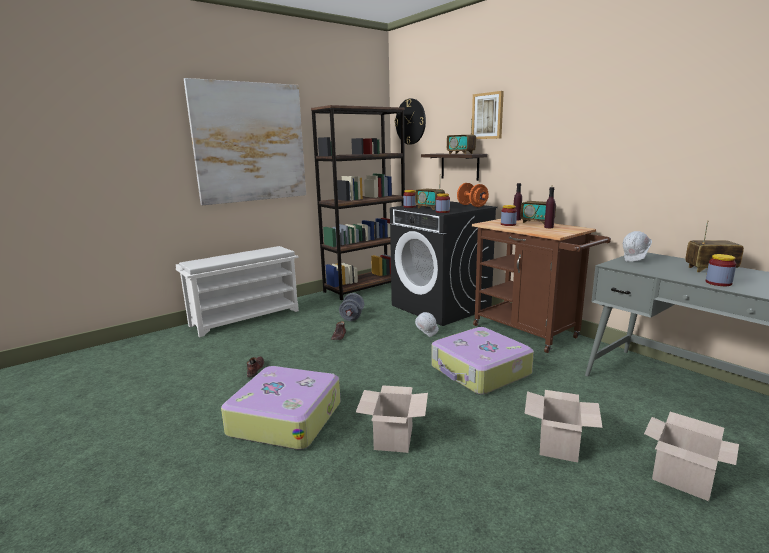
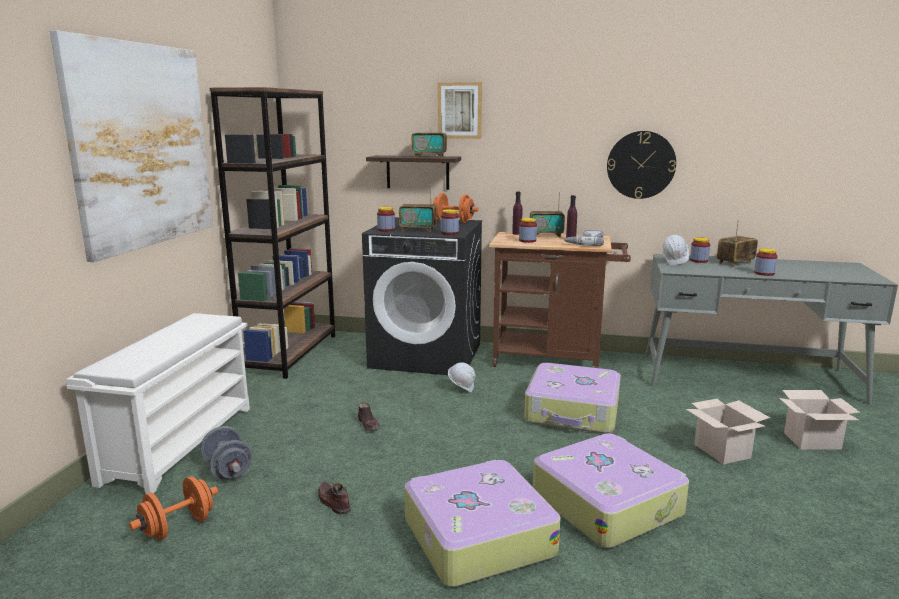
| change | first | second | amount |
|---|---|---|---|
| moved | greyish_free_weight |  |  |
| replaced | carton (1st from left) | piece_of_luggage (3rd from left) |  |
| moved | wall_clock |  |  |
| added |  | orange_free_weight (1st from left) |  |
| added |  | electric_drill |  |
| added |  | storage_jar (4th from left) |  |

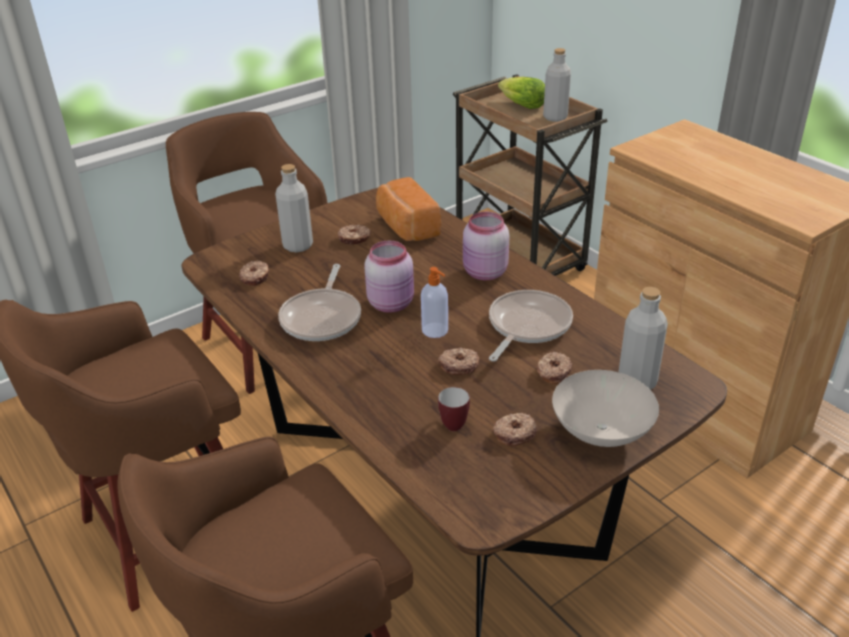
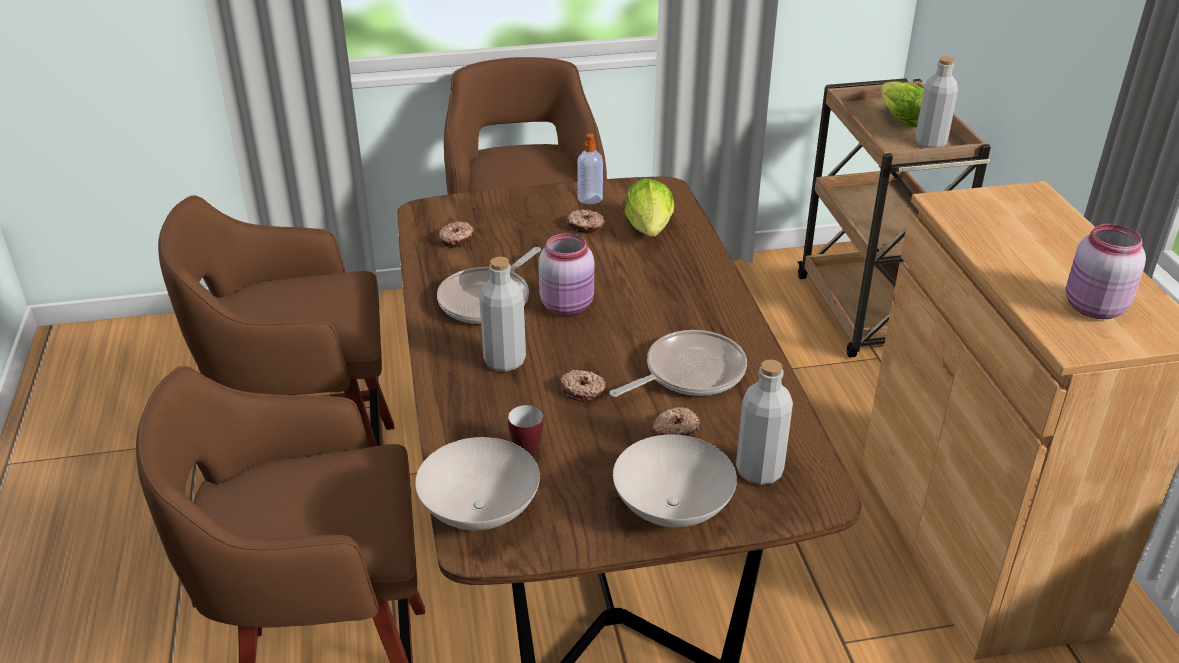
| change | first | second | amount |
|---|---|---|---|
| moved | greyish_beverage_bottle (1st from left) |  |  |
| replaced | baked_bread | lettuce_head (1st from left) |  |
| moved | soap_bottle |  |  |
| moved | pink-coloured_storage_jar (2nd from left) |  |  |
| removed | ring_doughnut (4th from left) |  |  |
| added |  | white-coloured_bowl (1st from left) |  |

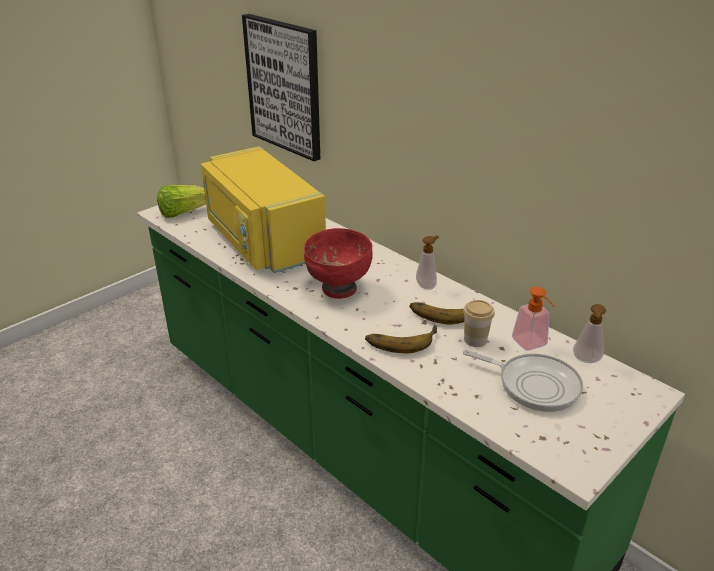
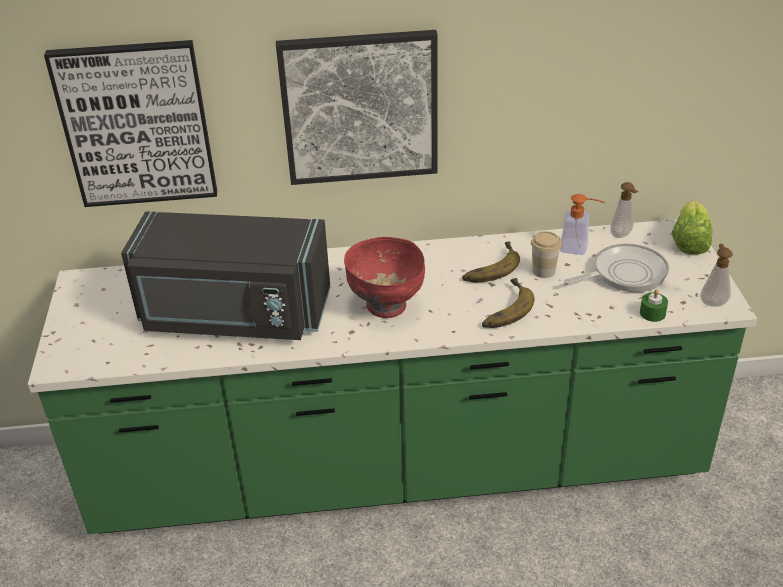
| change | first | second | amount |
|---|---|---|---|
| moved | lettuce_head |  |  |
| recoloured | yellowish_kitchen_microwave | black_kitchen_microwave |  |
| moved | soap_bottle (1st from left in the first image) | soap_bottle (3rd from left) |  |
| added |  | wall_art (2nd from left) |  |
| added |  | green-coloured_candle |  |

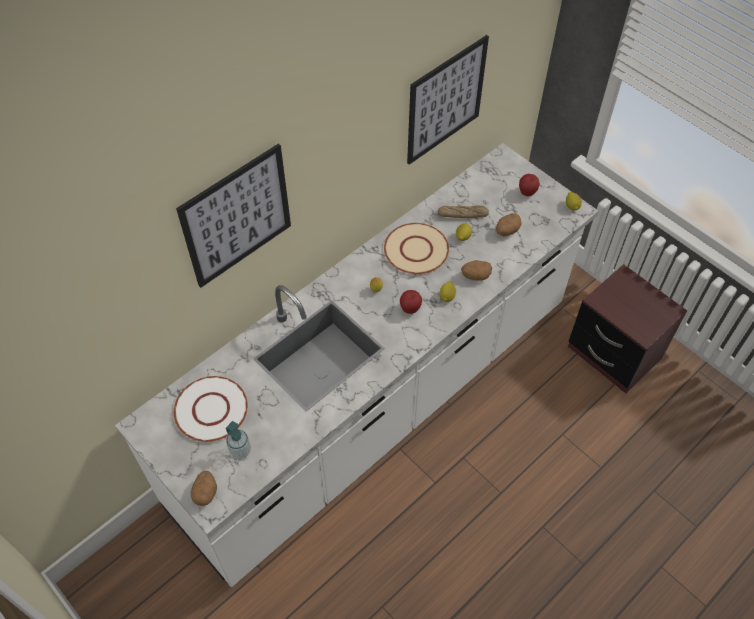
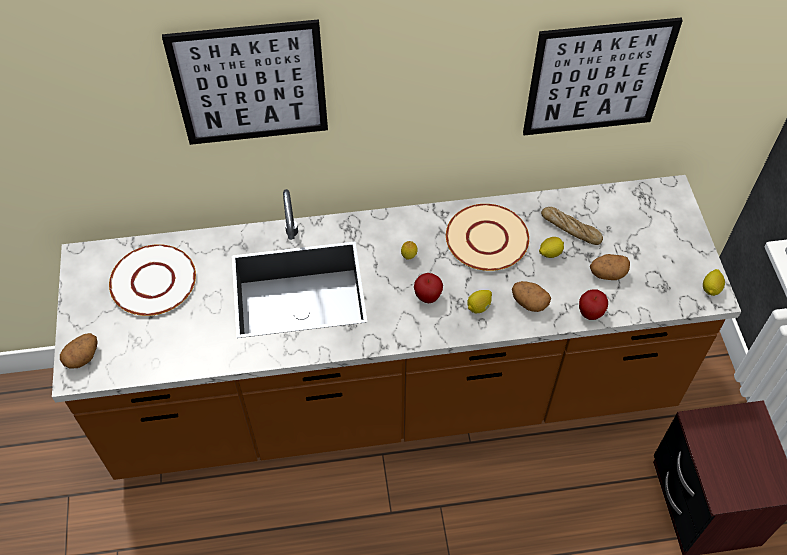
| change | first | second | amount |
|---|---|---|---|
| recoloured | white-coloured_counter | brown_counter |  |
| removed | soap_bottle |  |  |
| moved | whole_apple (2nd from left) |  |  |

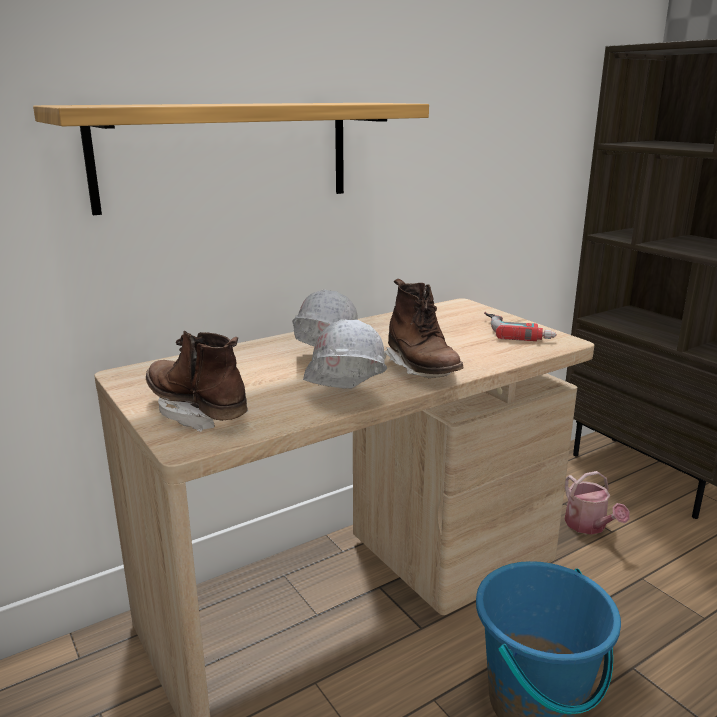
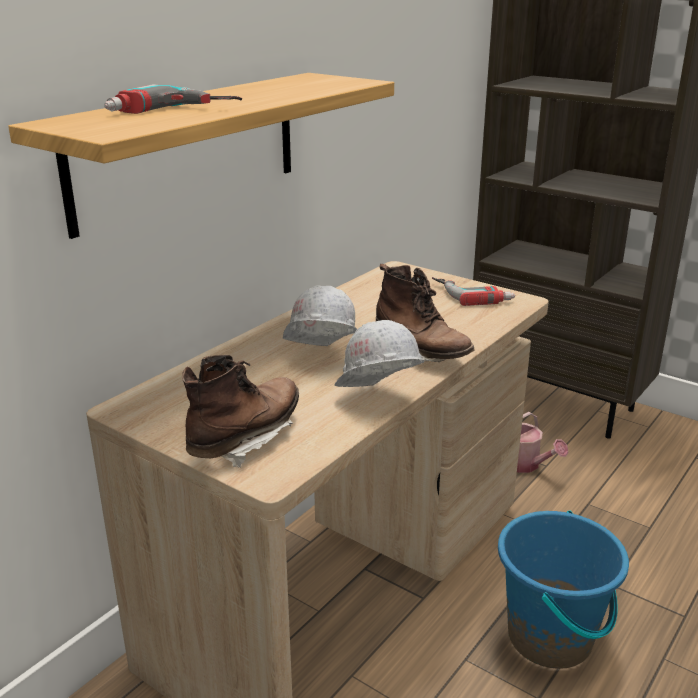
| change | first | second | amount |
|---|---|---|---|
| turned | brown_tall_boot (1st from left) |  | 105 degrees clockwise |
| added |  | electric_drill (1st from left) |  |

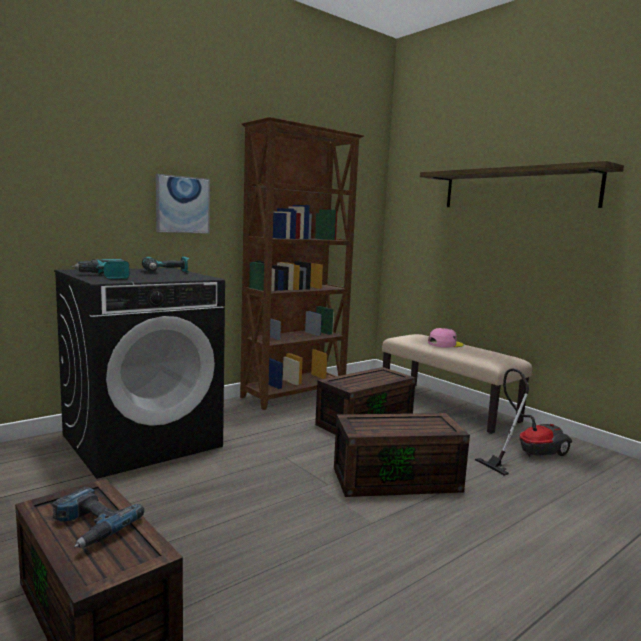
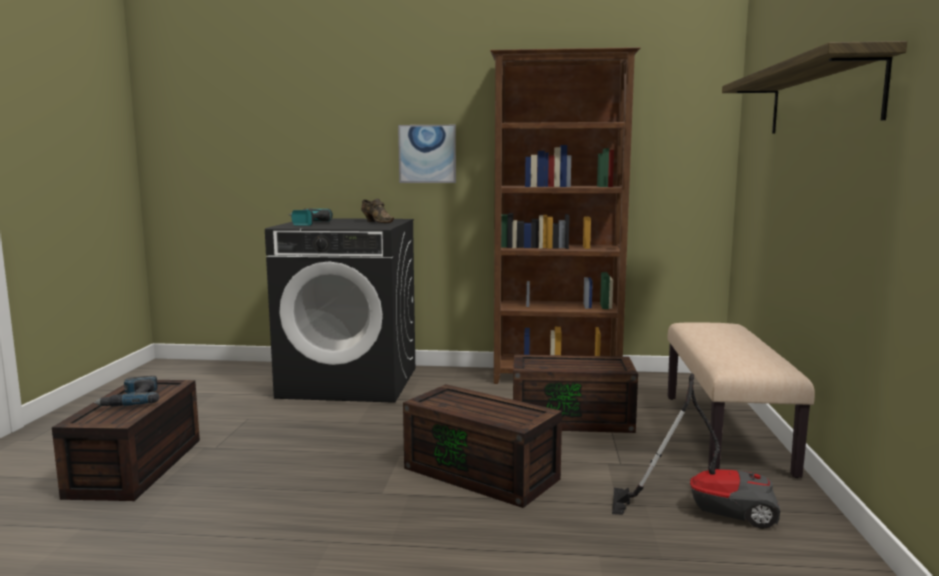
| change | first | second | amount |
|---|---|---|---|
| replaced | electric_drill (3rd from left) | brown_item_of_footwear |  |
| removed | pink-coloured_baseball_cap |  |  |

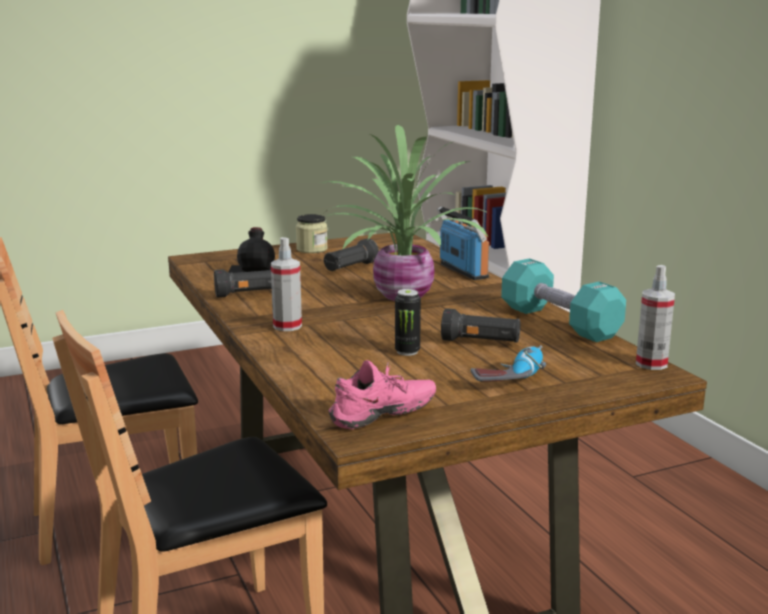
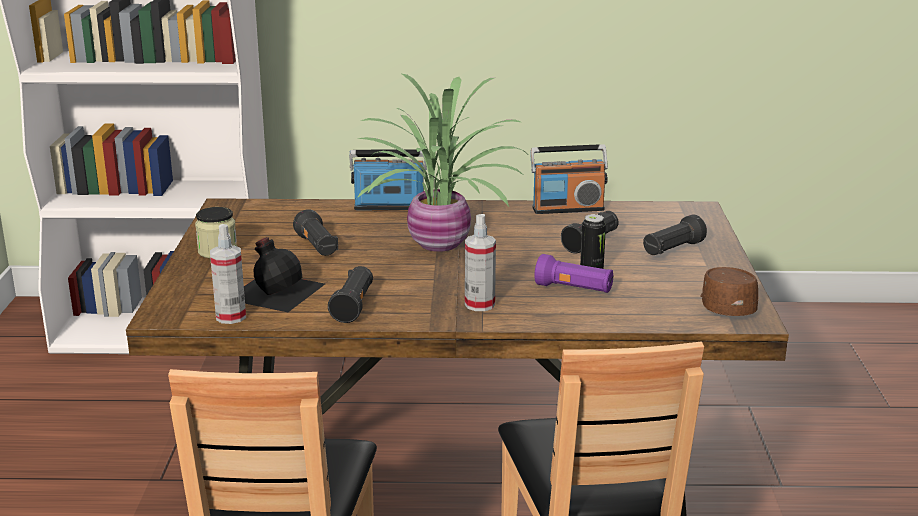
| change | first | second | amount |
|---|---|---|---|
| replaced | pink-coloured_item_of_footwear | brown_baseball_cap |  |
| replaced | electric_drill | black_hand_torch (4th from left) |  |
| replaced | turquoise_free_weight | radio_set (2nd from left) |  |
| moved | sprayer (2nd from left in the first image) | sprayer (1st from left) |  |
| added |  | purple_hand_torch |  |

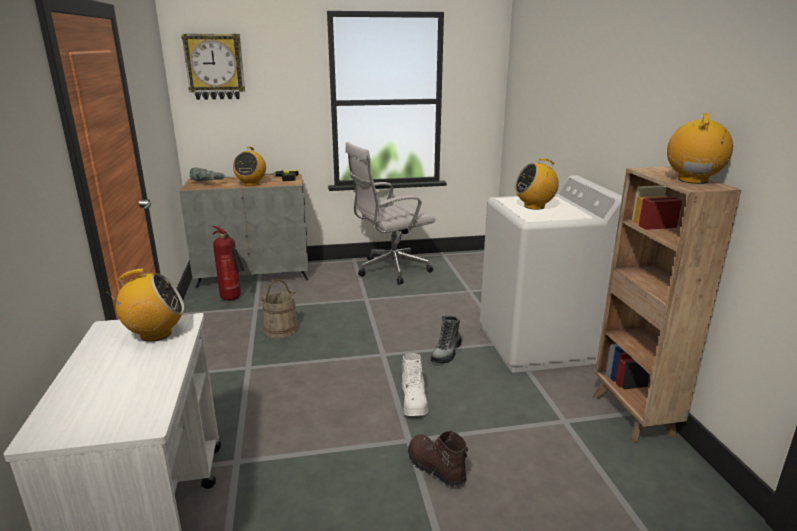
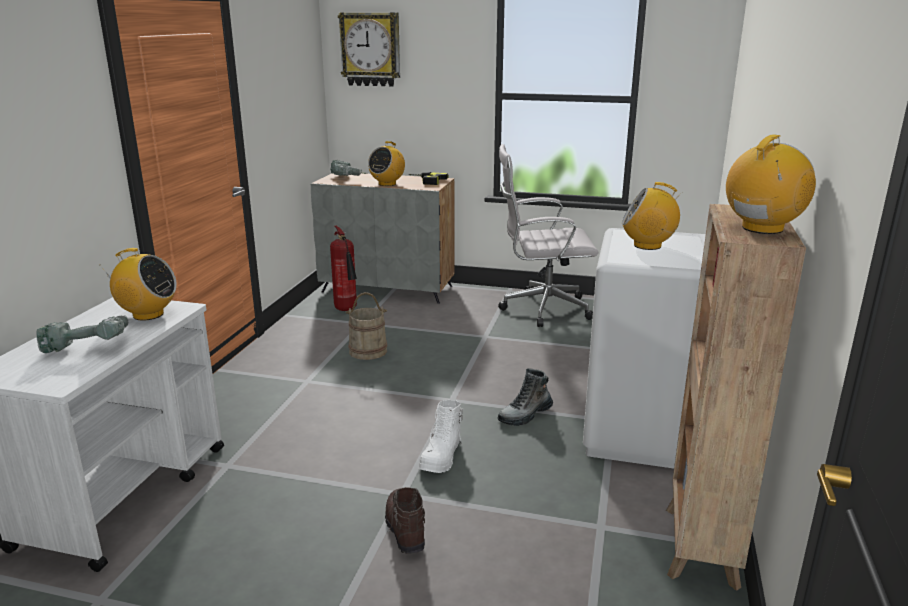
| change | first | second | amount |
|---|---|---|---|
| added |  | electric_drill (1st from left) |  |

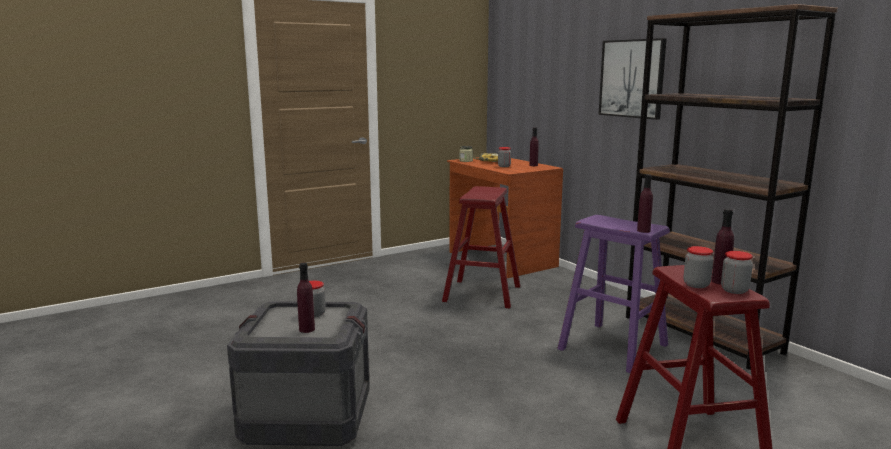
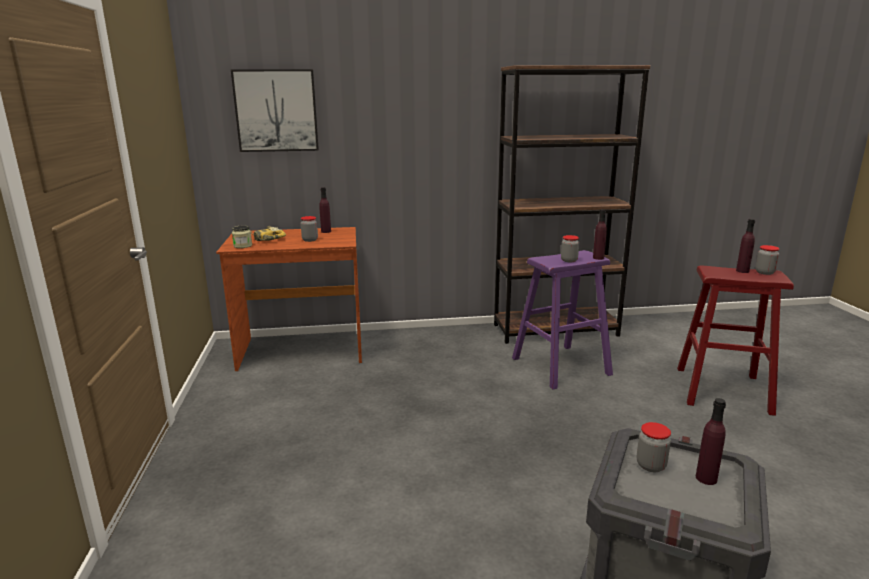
| change | first | second | amount |
|---|---|---|---|
| removed | red-coloured_stool_seat (1st from left) |  |  |
| moved | wall_art |  |  |
| moved | storage_jar (4th from left in the first image) | storage_jar (3rd from left) |  |

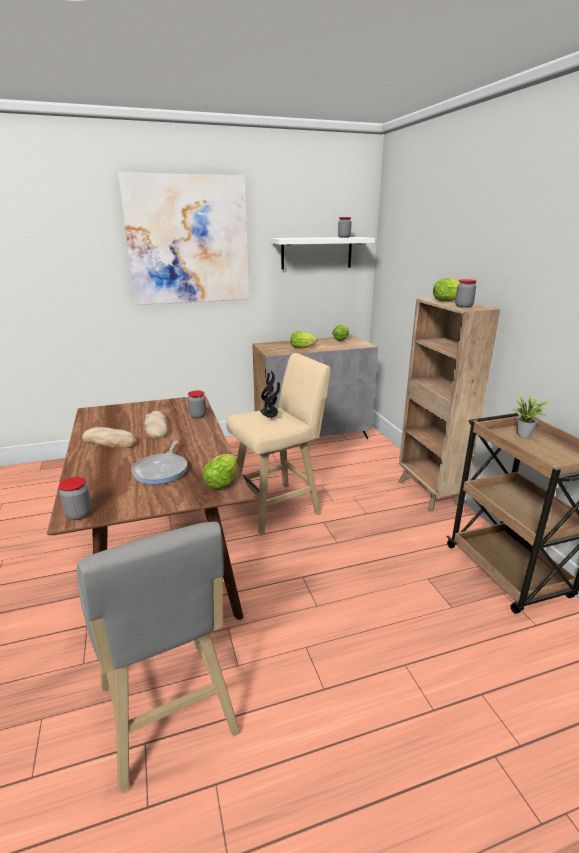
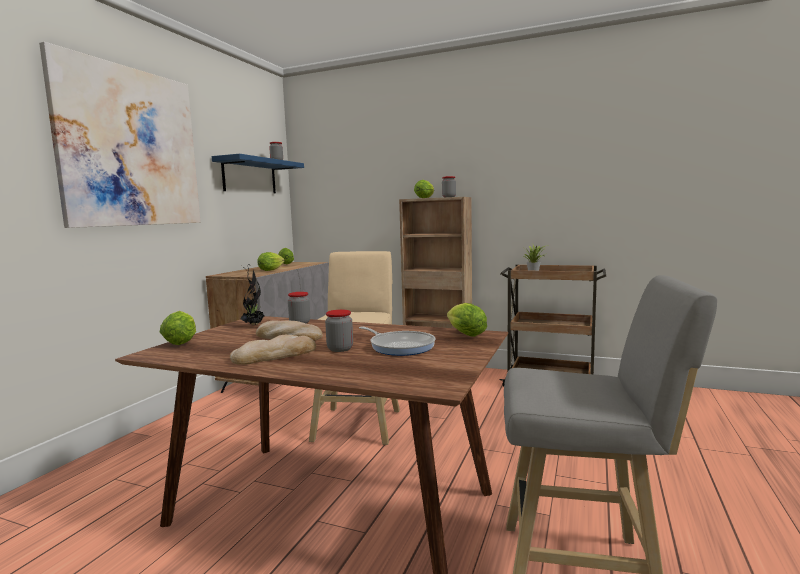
| change | first | second | amount |
|---|---|---|---|
| moved | storage_jar (1st from left in the first image) | storage_jar (3rd from left) |  |
| moved | plant_in_a_pot (1st from left) |  |  |
| recoloured | white-coloured_bracket_shelf | bluish_bracket_shelf |  |
| added |  | lettuce_head (1st from left) |  |

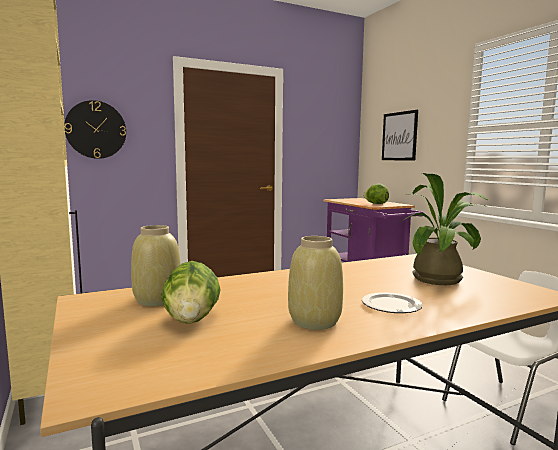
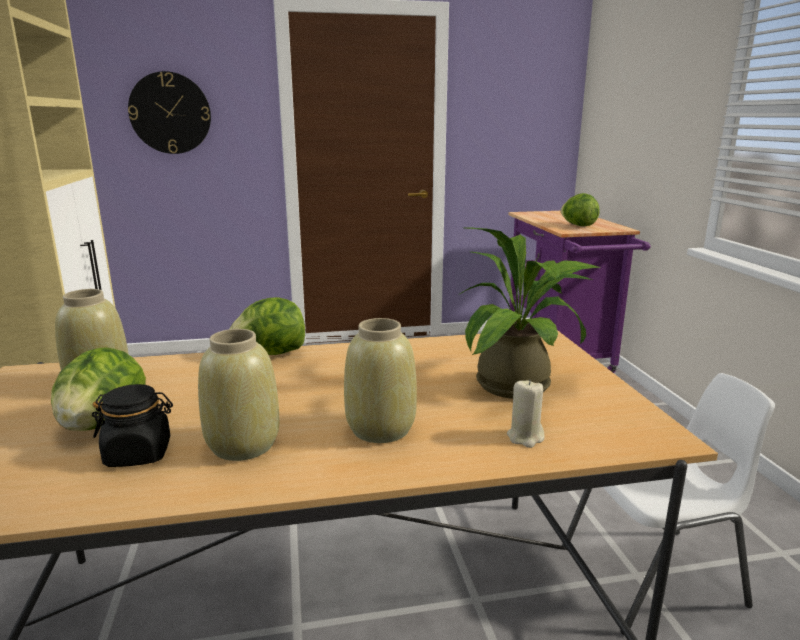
| change | first | second | amount |
|---|---|---|---|
| replaced | dinner_plate | beige-coloured_decorative_vase (3rd from left) |  |
| removed | wall_art |  |  |
| added |  | black_storage_jar |  |
| added |  | lettuce_head (2nd from left) |  |
| added |  | beige-coloured_candle |  |

